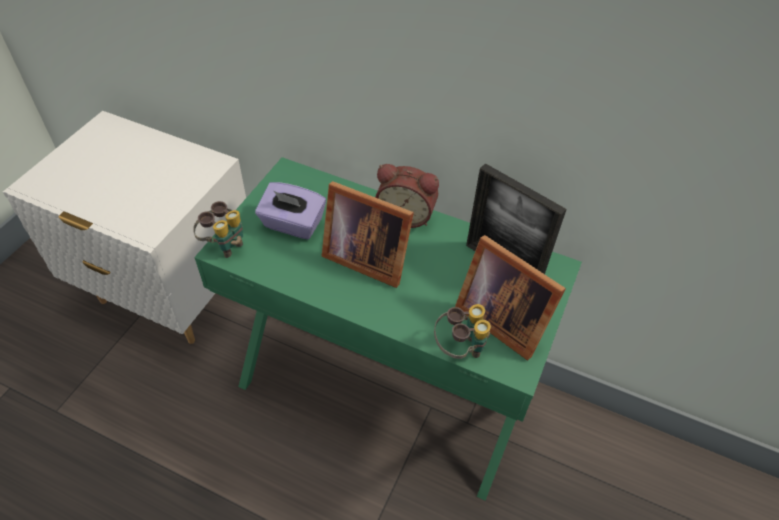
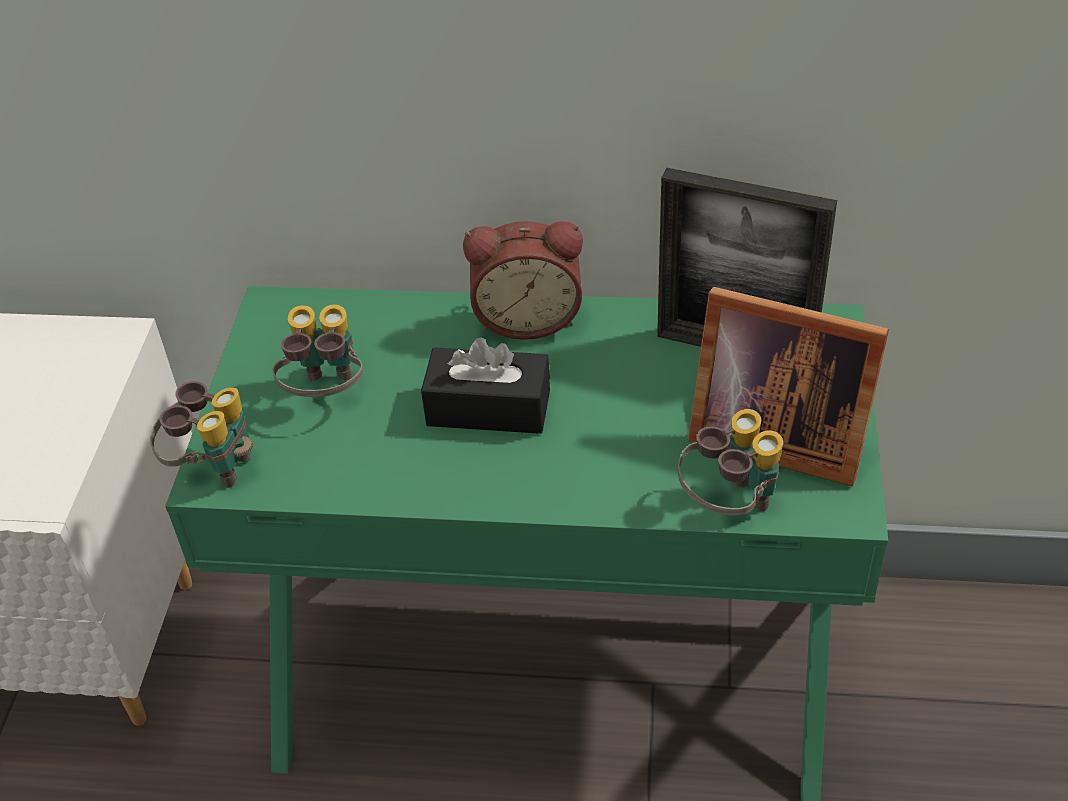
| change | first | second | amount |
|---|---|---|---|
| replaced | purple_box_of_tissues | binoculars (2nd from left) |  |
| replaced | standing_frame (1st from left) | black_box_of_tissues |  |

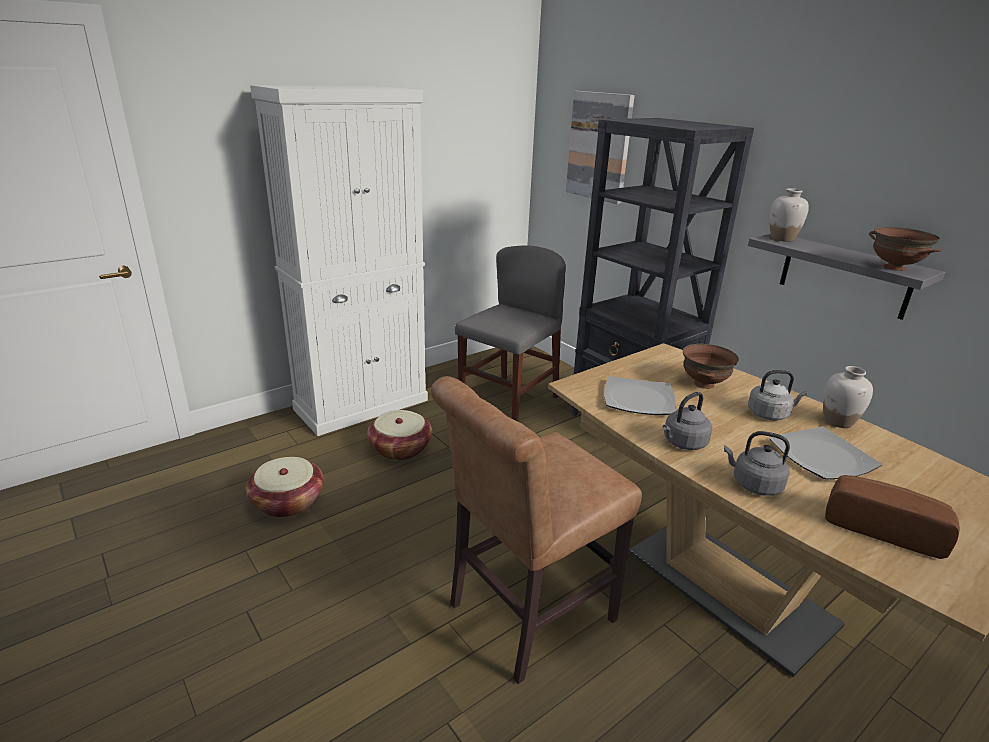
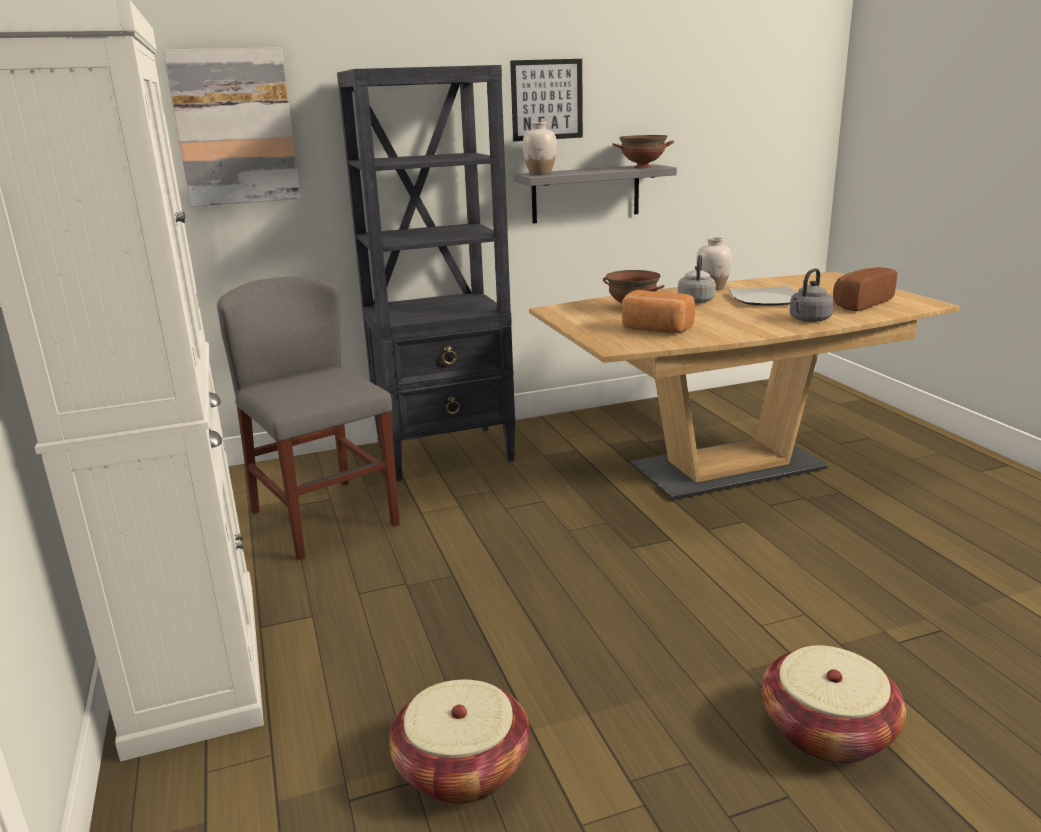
| change | first | second | amount |
|---|---|---|---|
| moved | storage_basket (2nd from left) |  |  |
| removed | brown_chair |  |  |
| replaced | dinner_plate (1st from left) | baked_bread (1st from left) |  |
| removed | greyish_water_kettle (1st from left) |  |  |
| added |  | wall_art (2nd from left) |  |

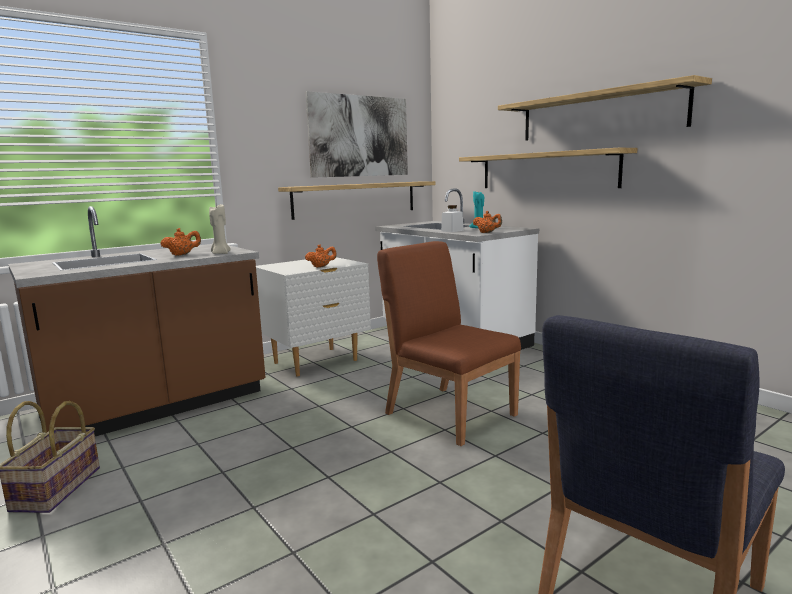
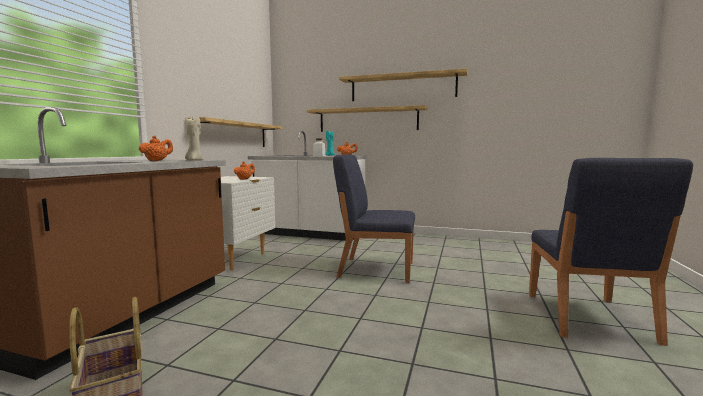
| change | first | second | amount |
|---|---|---|---|
| removed | wall_art |  |  |
| recoloured | brown_chair | bluish_chair (1st from left) |  |

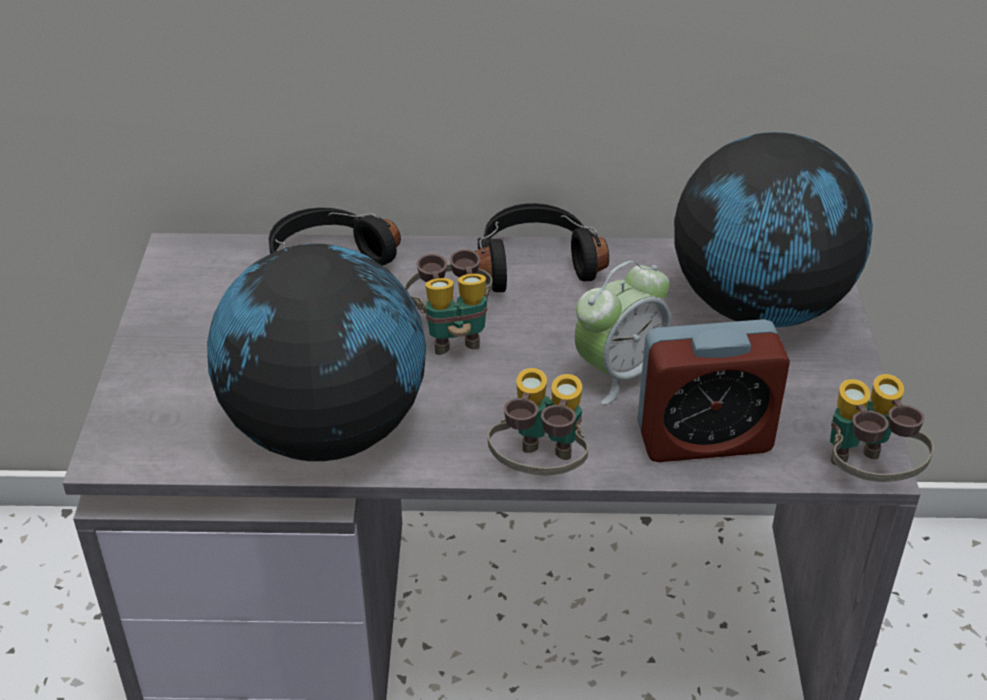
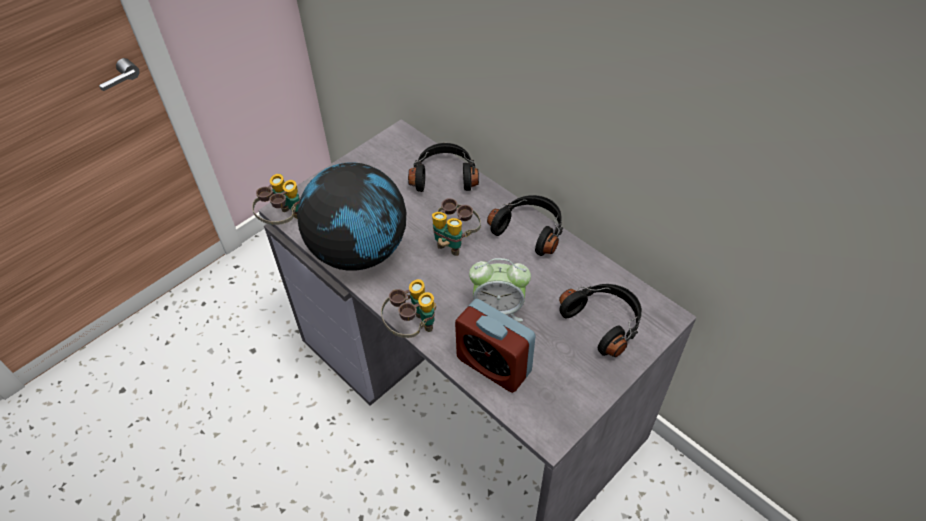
| change | first | second | amount |
|---|---|---|---|
| replaced | world_globe (2nd from left) | black_headset (3rd from left) |  |
| moved | binoculars (3rd from left in the first image) | binoculars (1st from left) |  |

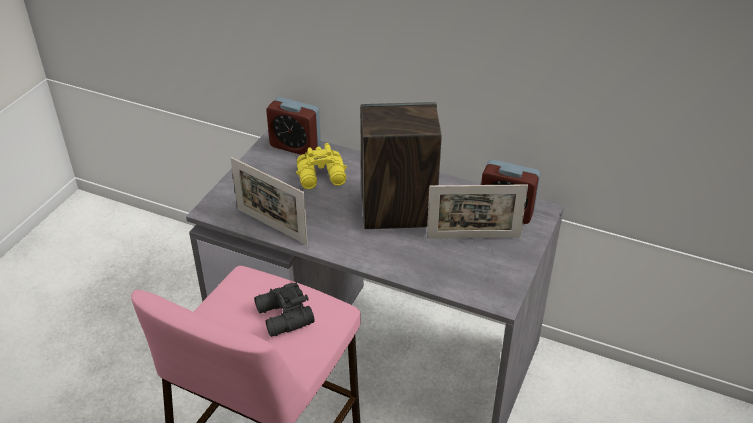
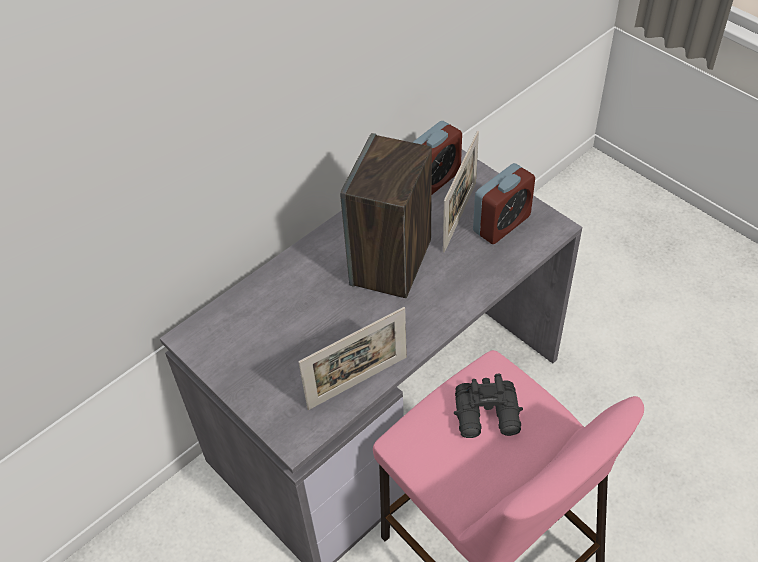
| change | first | second | amount |
|---|---|---|---|
| moved | bedside_clock (1st from left in the first image) | bedside_clock (2nd from left) |  |
| removed | yellowish_binoculars |  |  |

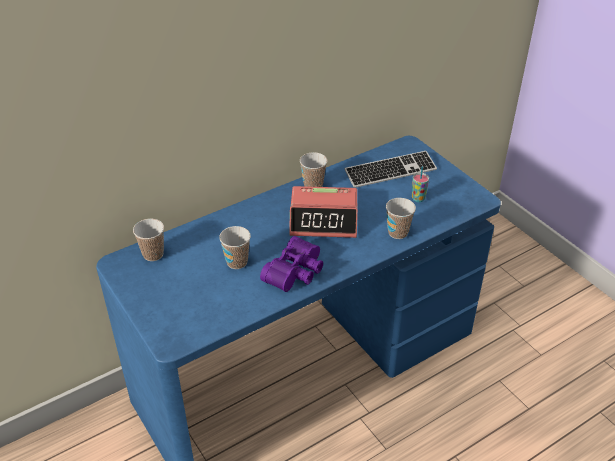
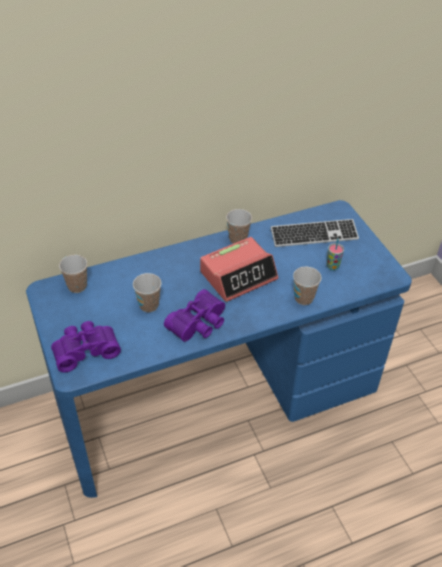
| change | first | second | amount |
|---|---|---|---|
| turned | bedside_clock |  | 45 degrees counterclockwise |
| added |  | purple_binoculars (1st from left) |  |

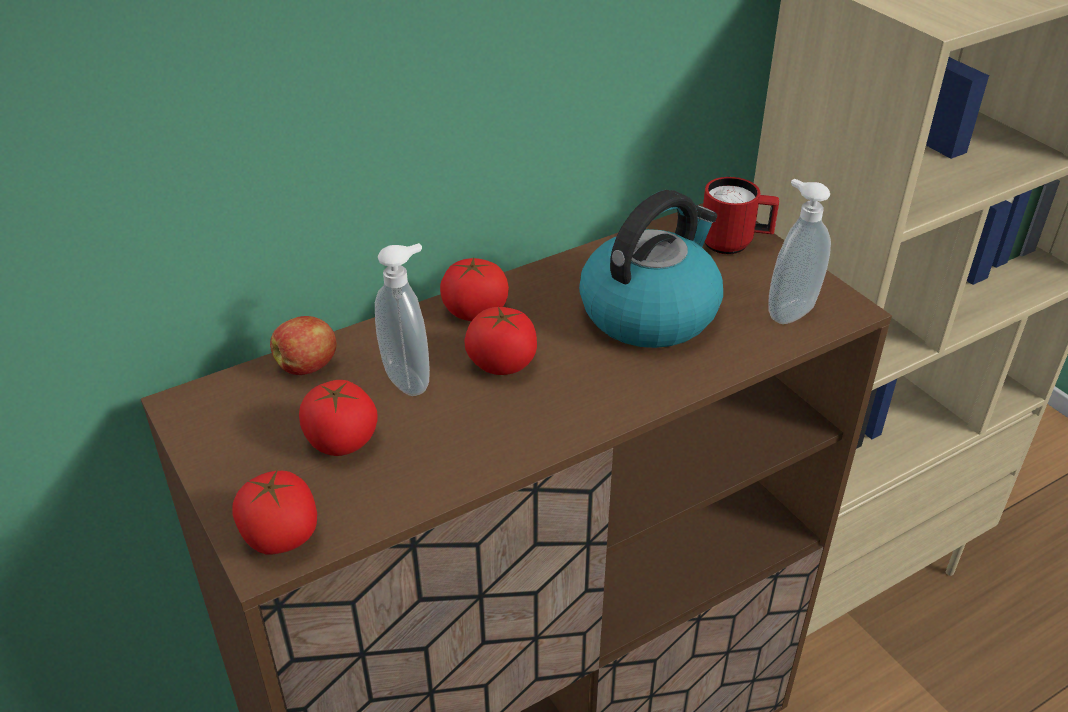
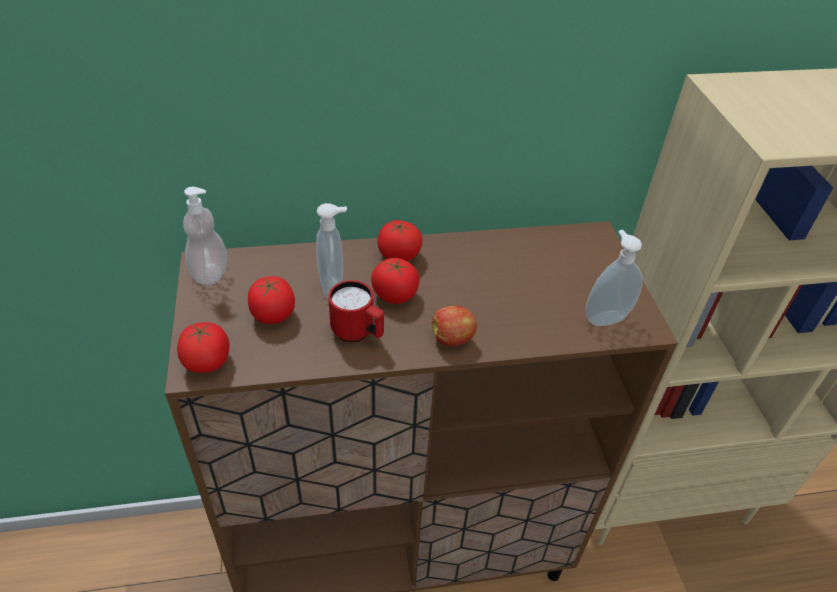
| change | first | second | amount |
|---|---|---|---|
| moved | whole_apple |  |  |
| removed | water_kettle |  |  |
| moved | red-coloured_mug |  |  |
| added |  | soap_bottle (1st from left) |  |

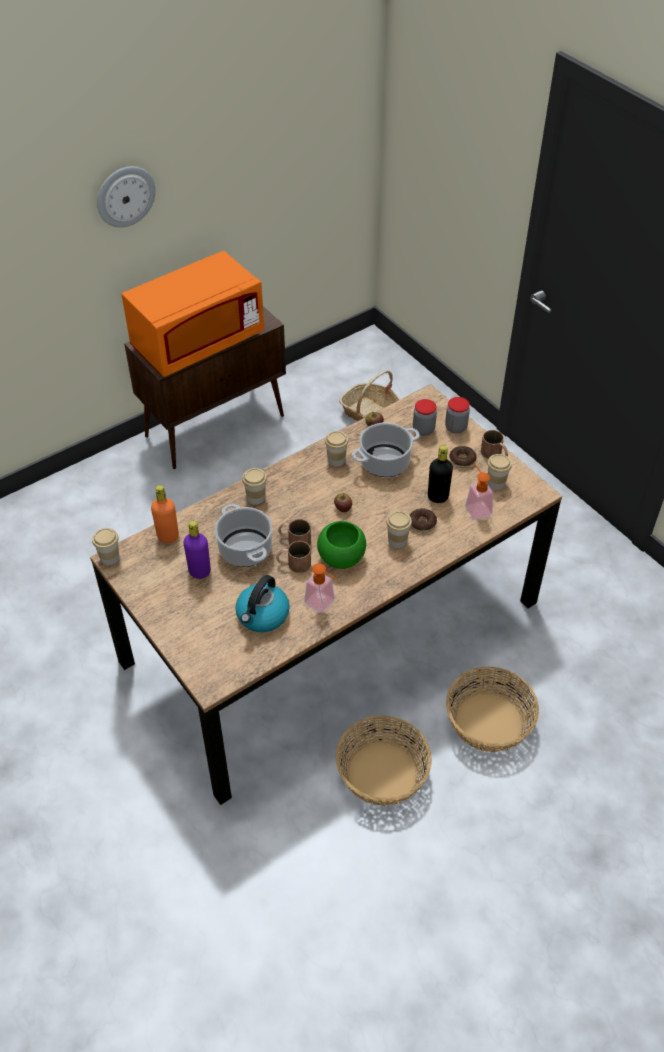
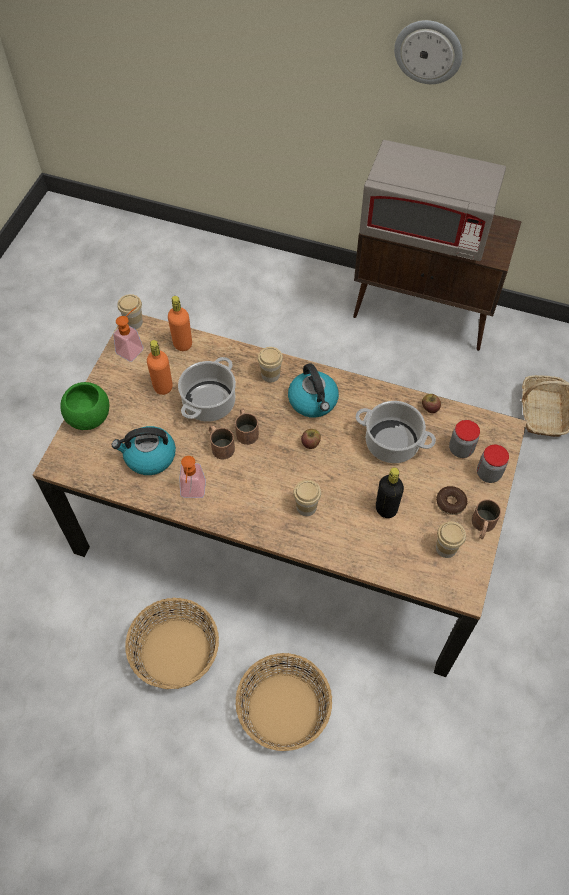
| change | first | second | amount |
|---|---|---|---|
| recoloured | orange_kitchen_microwave | greyish_kitchen_microwave |  |
| recoloured | purple_beverage_bottle | orange_beverage_bottle (1st from left) |  |
| moved | green-coloured_bowl |  |  |
| removed | drinking_cup (3rd from left) |  |  |
| removed | ring_doughnut (1st from left) |  |  |
| moved | soap_bottle (2nd from left in the first image) | soap_bottle (1st from left) |  |
| added |  | water_kettle (2nd from left) |  |

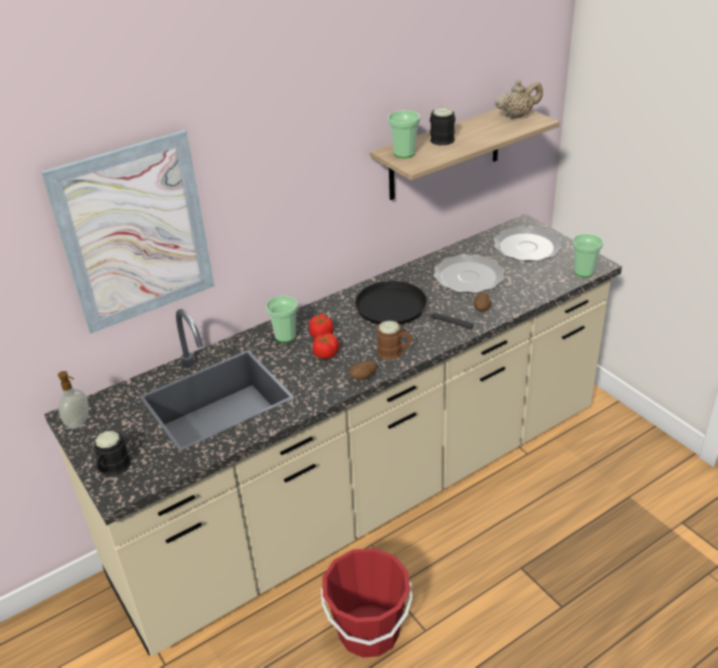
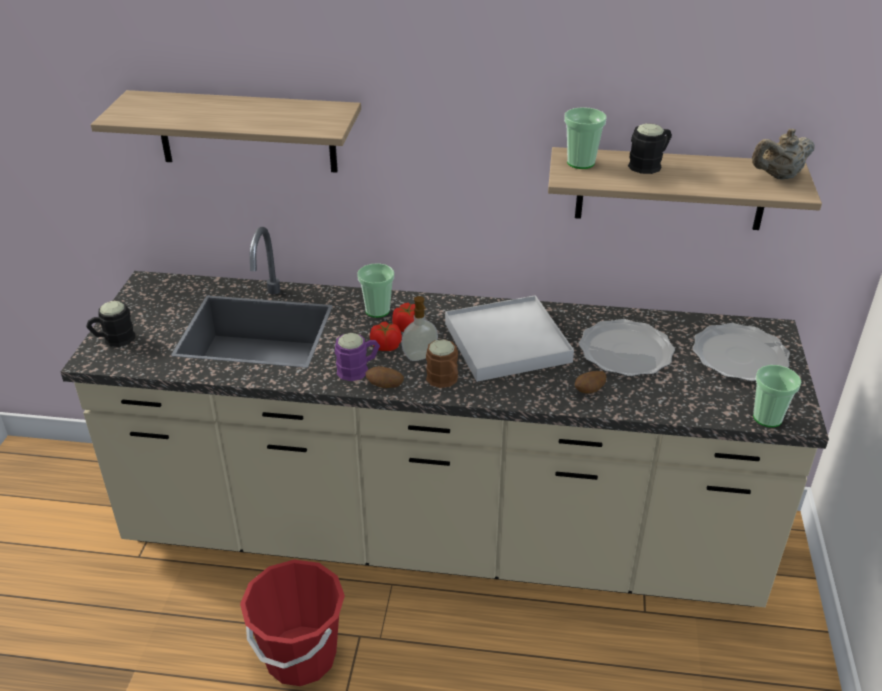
| change | first | second | amount |
|---|---|---|---|
| replaced | wall_art | bracket_shelf (1st from left) |  |
| moved | soap_bottle |  |  |
| replaced | black_pan | white-coloured_serving_tray |  |
| turned | beige-coloured_pot_for_tea |  | 135 degrees clockwise |
| added |  | purple_mug |  |

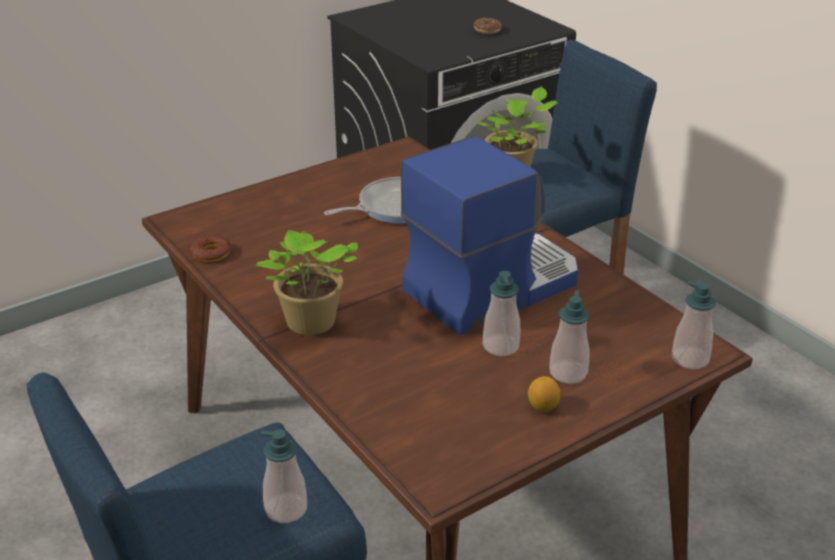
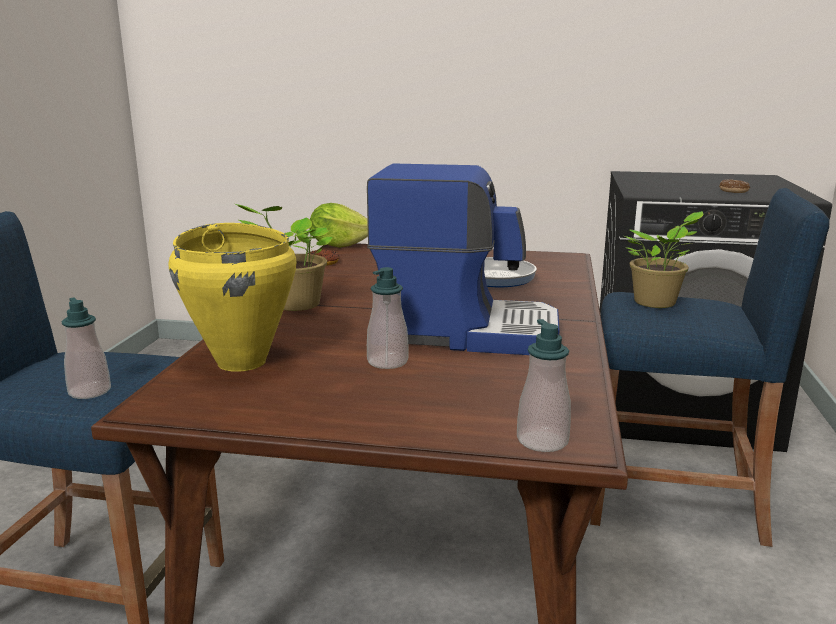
| change | first | second | amount |
|---|---|---|---|
| removed | lemon |  |  |
| removed | soap_bottle (3rd from left) |  |  |
| added |  | yellowish_stockpot |  |
| added |  | lettuce_head |  |

